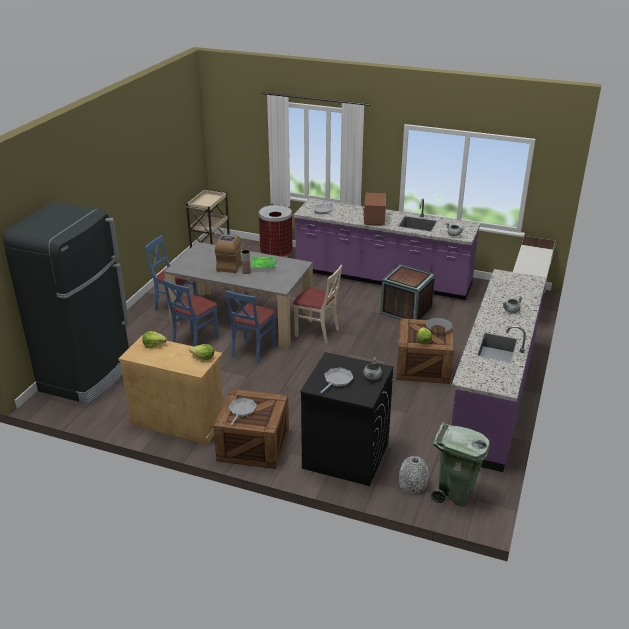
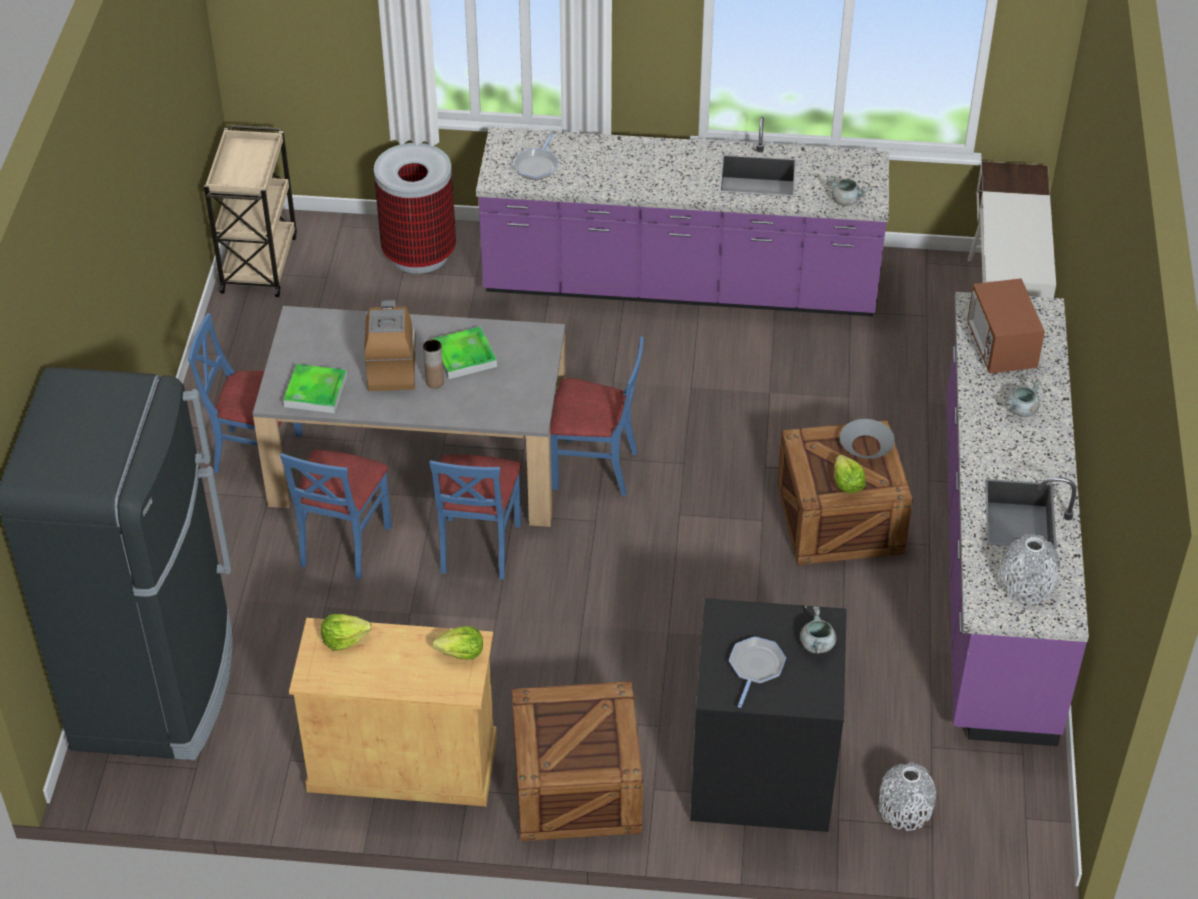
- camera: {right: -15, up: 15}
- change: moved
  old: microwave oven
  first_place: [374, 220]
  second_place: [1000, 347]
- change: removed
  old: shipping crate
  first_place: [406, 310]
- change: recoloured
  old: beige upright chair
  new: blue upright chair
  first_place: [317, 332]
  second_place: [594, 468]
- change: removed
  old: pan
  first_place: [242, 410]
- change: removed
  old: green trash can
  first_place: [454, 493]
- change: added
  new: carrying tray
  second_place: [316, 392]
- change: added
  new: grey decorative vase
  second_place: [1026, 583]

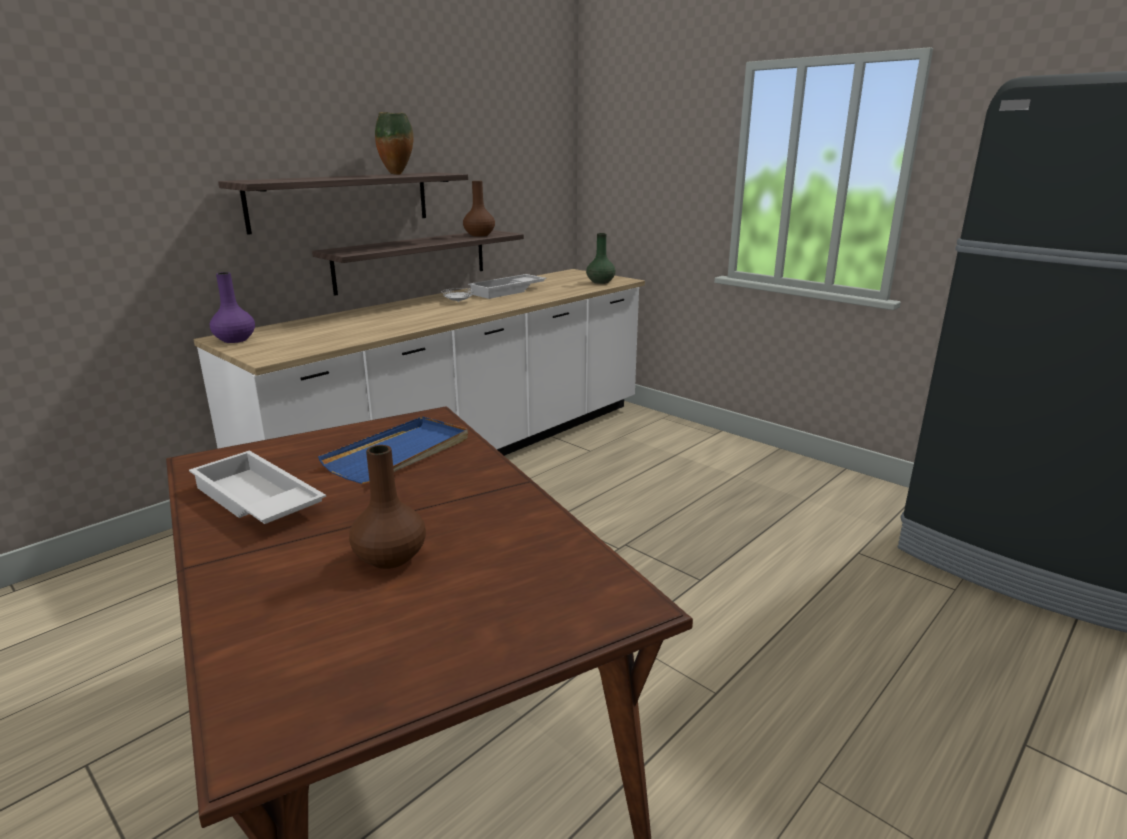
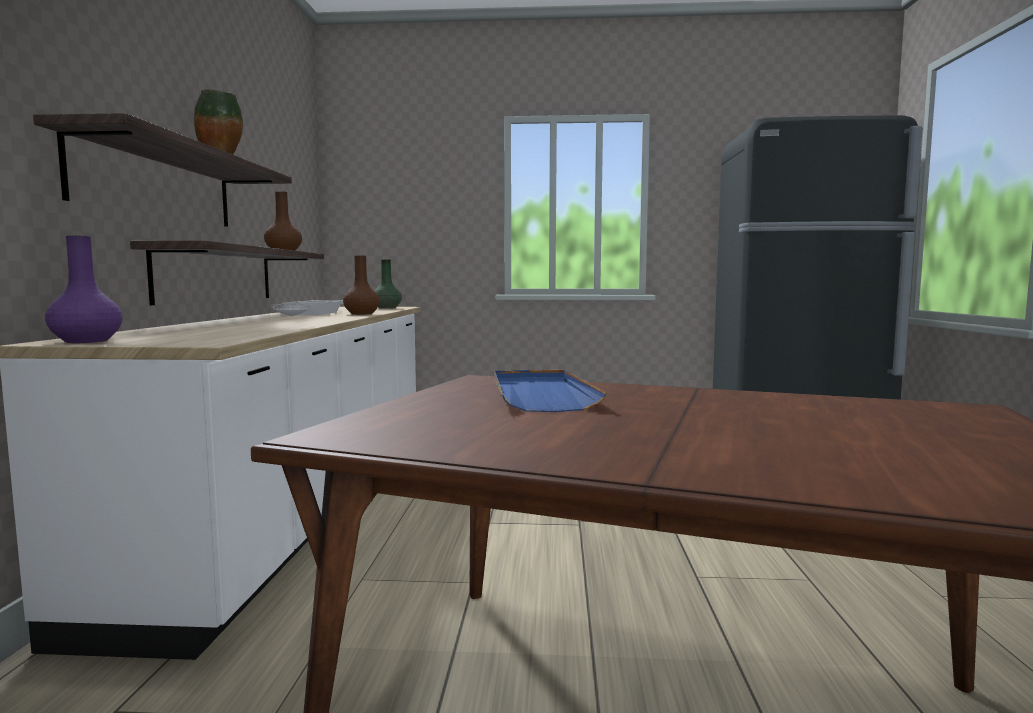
- camera: {right: -40, up: -15}
- change: moved
  old: brownish decorative vase
  first_place: [391, 557]
  second_place: [362, 314]
- change: removed
  old: white carrying tray
  first_place: [255, 501]

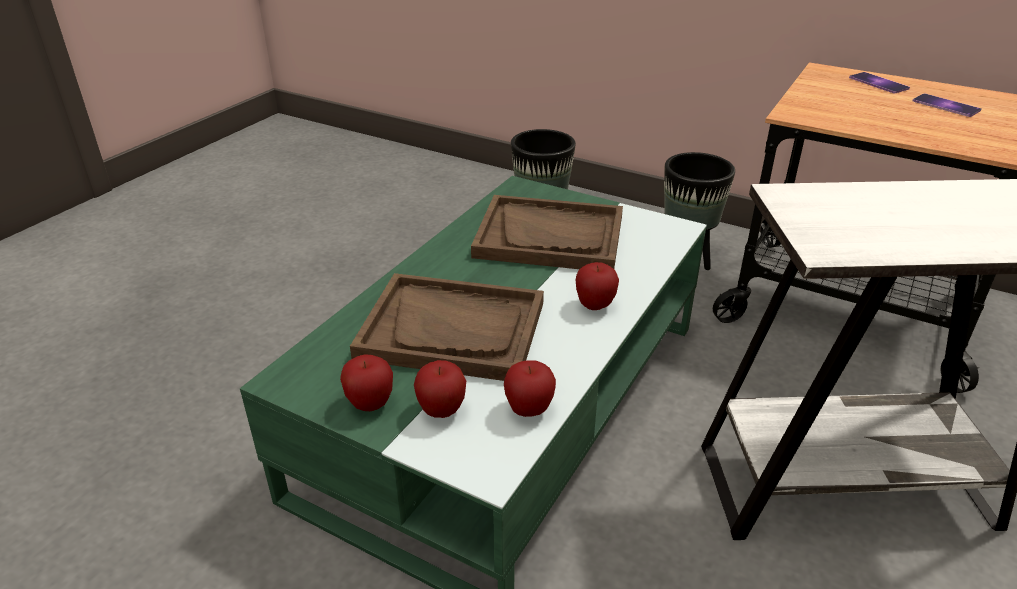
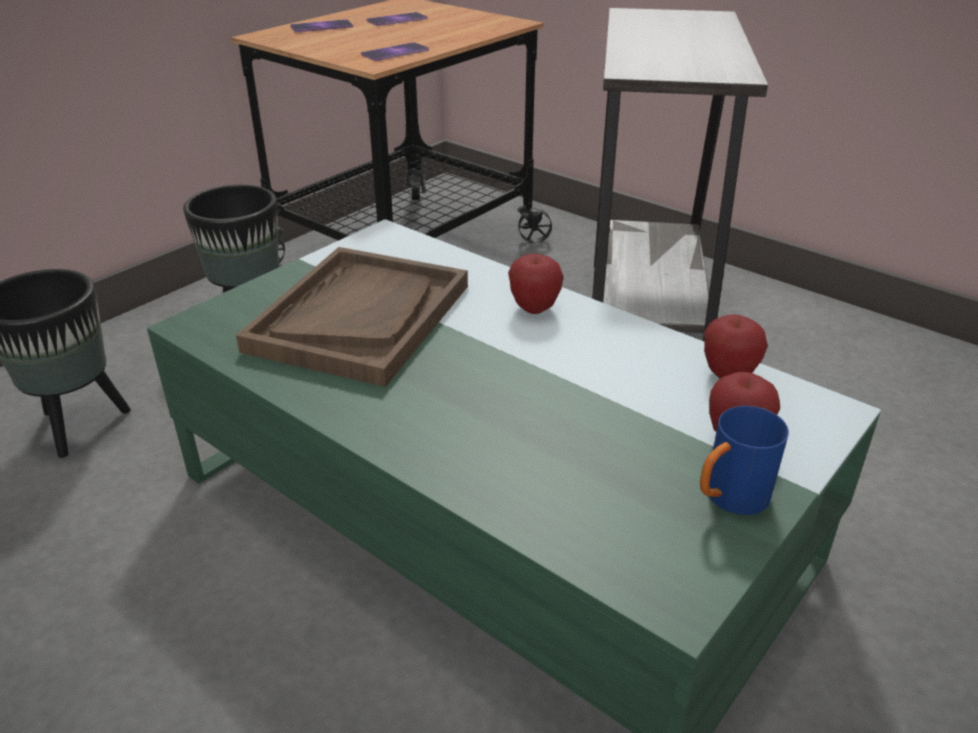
- camera: {right: -80, up: 0}
- change: removed
  old: brownish carrying tray
  first_place: [452, 330]
- change: replaced
  old: whole apple
  new: blue mug
  first_place: [370, 404]
  second_place: [728, 500]
- change: added
  new: telephone
  second_place: [395, 52]

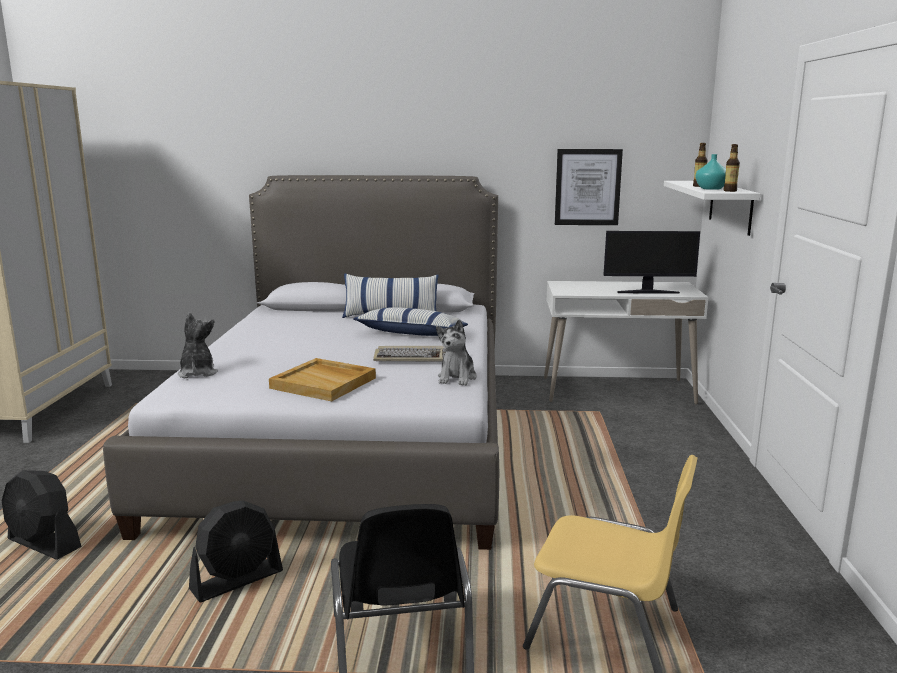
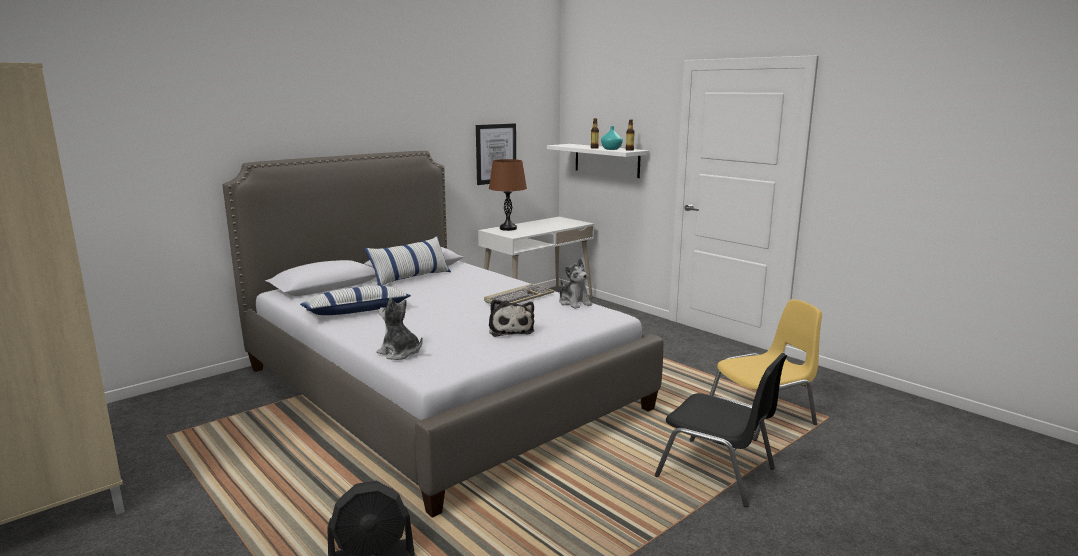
- camera: {right: -45, up: 0}
- change: removed
  old: monitor
  first_place: [647, 292]
- change: moved
  old: cushion
  first_place: [411, 334]
  second_place: [356, 311]
- change: replaced
  old: beige carrying tray
  new: cuddly toy
  first_place: [324, 383]
  second_place: [511, 330]
- change: removed
  old: black-coloured cooling fan
  first_place: [237, 581]
- change: added
  new: brownish tabletop lamp
  second_place: [508, 228]

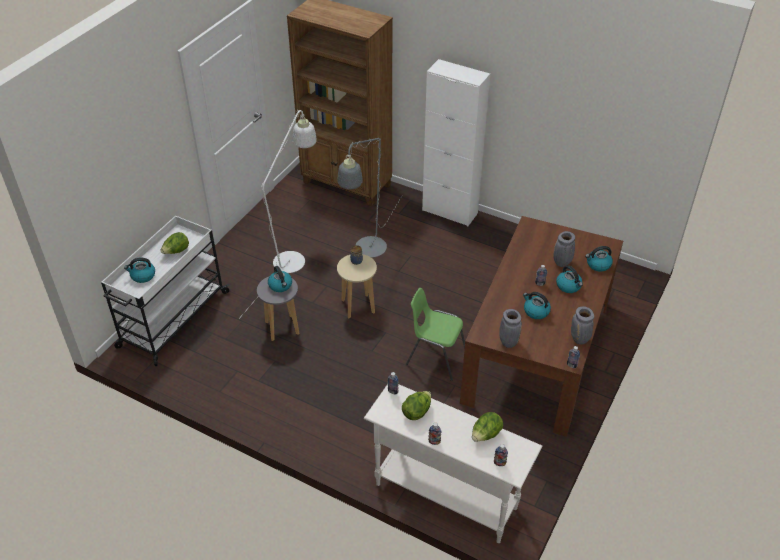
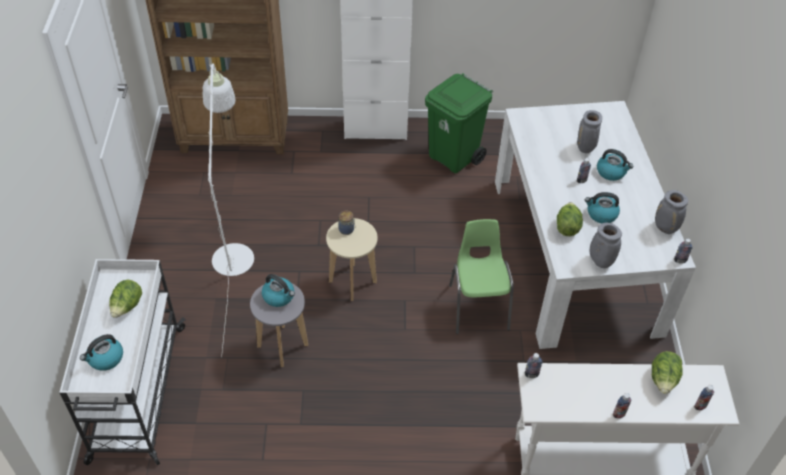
- camera: {right: -30, up: 5}
- change: removed
  old: grey standing lamp
  first_place: [368, 252]
- change: recoloured
  old: brownish kitchen table
  new: white kitchen table
  first_place: [537, 351]
  second_place: [574, 254]
- change: removed
  old: tea kettle
  first_place: [598, 265]
- change: turned
  old: green upright chair
  first_place: [435, 357]
  second_place: [478, 306]
  degrees: 90
- change: moved
  old: lettuce head
  first_place: [417, 412]
  second_place: [567, 227]
- change: added
  new: green trash can
  second_place: [454, 157]

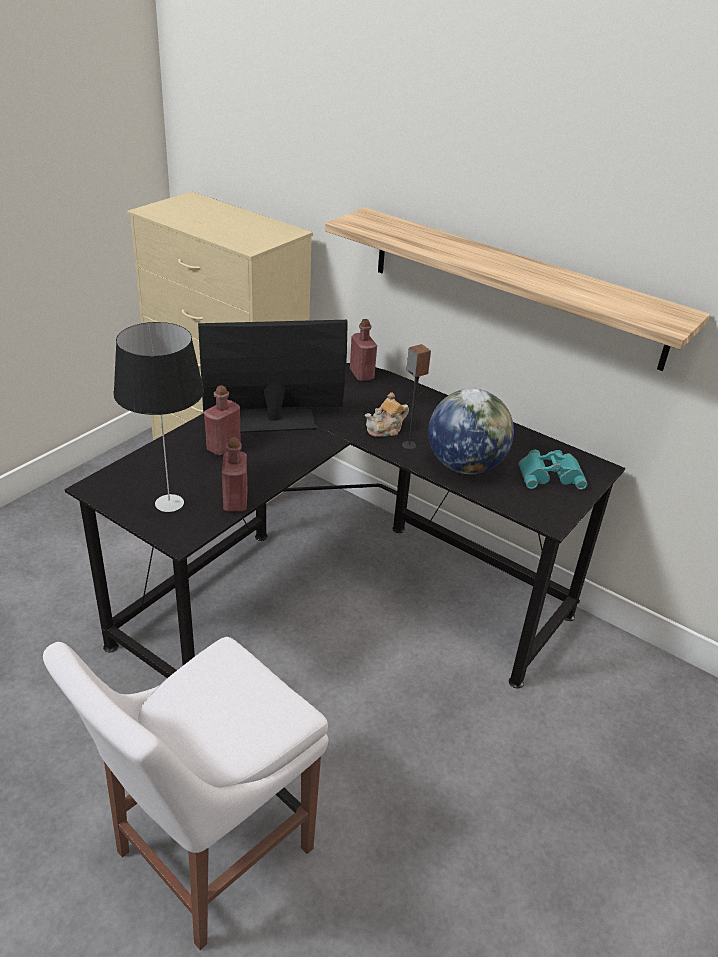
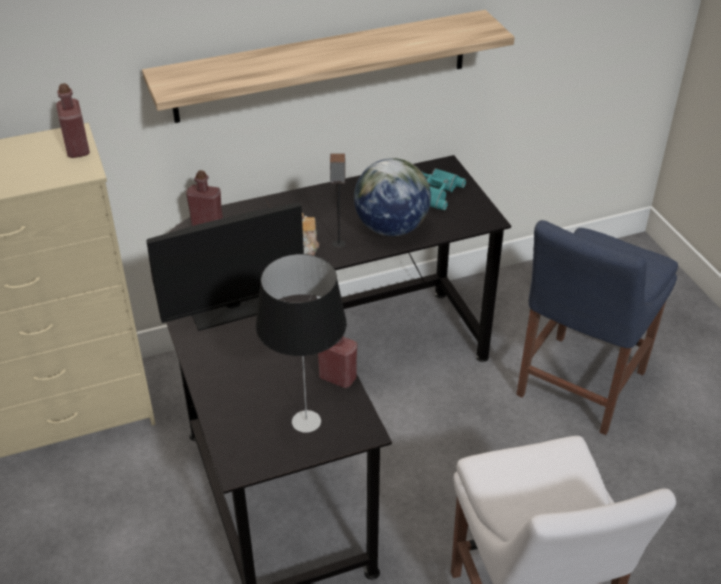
- camera: {right: -55, up: 5}
- change: turned
  old: monitor
  first_place: [274, 421]
  second_place: [233, 308]
  degrees: -135
- change: moved
  old: red-coloured beverage bottle
  first_place: [223, 447]
  second_place: [77, 149]
- change: added
  new: blue upright chair
  second_place: [577, 387]

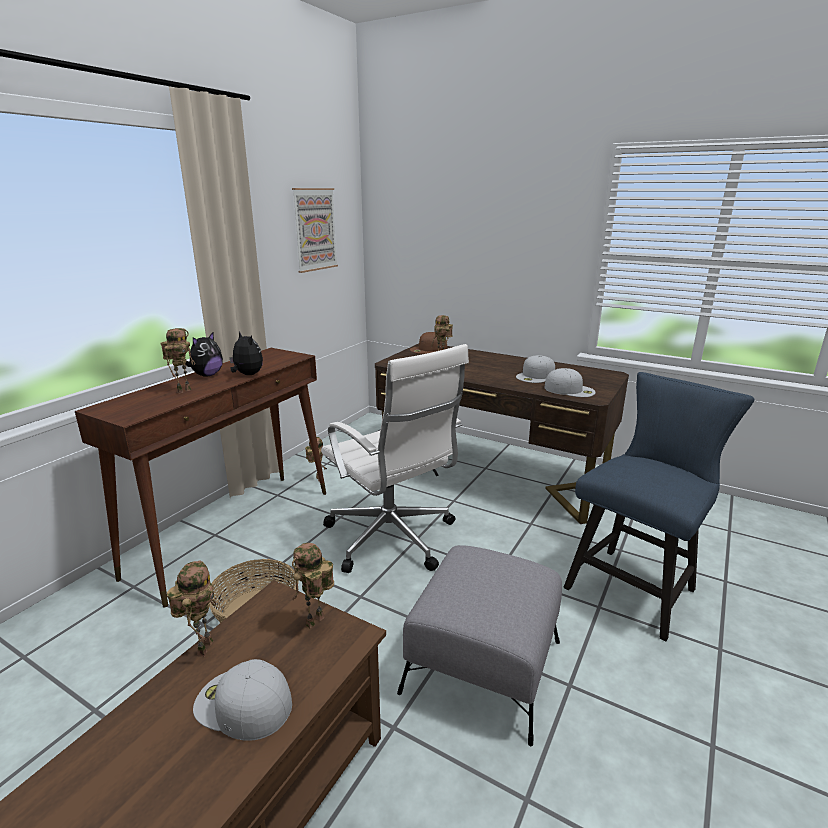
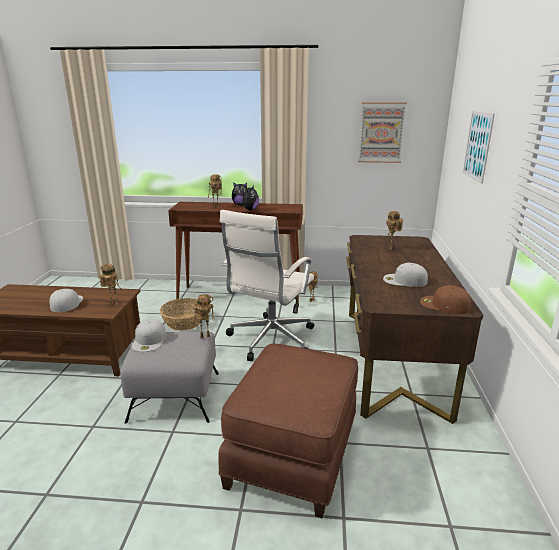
- camera: {right: 65, up: 0}
- change: moved
  old: brownish cap
  first_place: [428, 349]
  second_place: [444, 305]
- change: moved
  old: white cap
  first_place: [570, 390]
  second_place: [149, 340]
- change: replaced
  old: blue upright chair
  new: brownish ottoman
  first_place: [636, 585]
  second_place: [294, 455]
- change: moved
  old: toy robot
  first_place: [203, 646]
  second_place: [205, 336]
- change: added
  new: wall picture
  second_place: [477, 146]

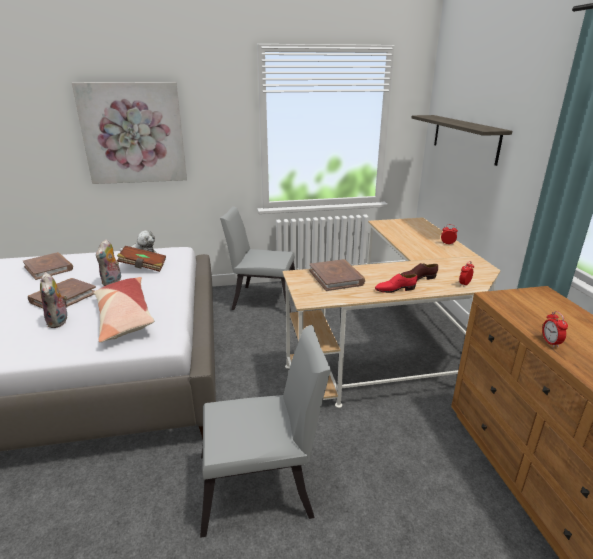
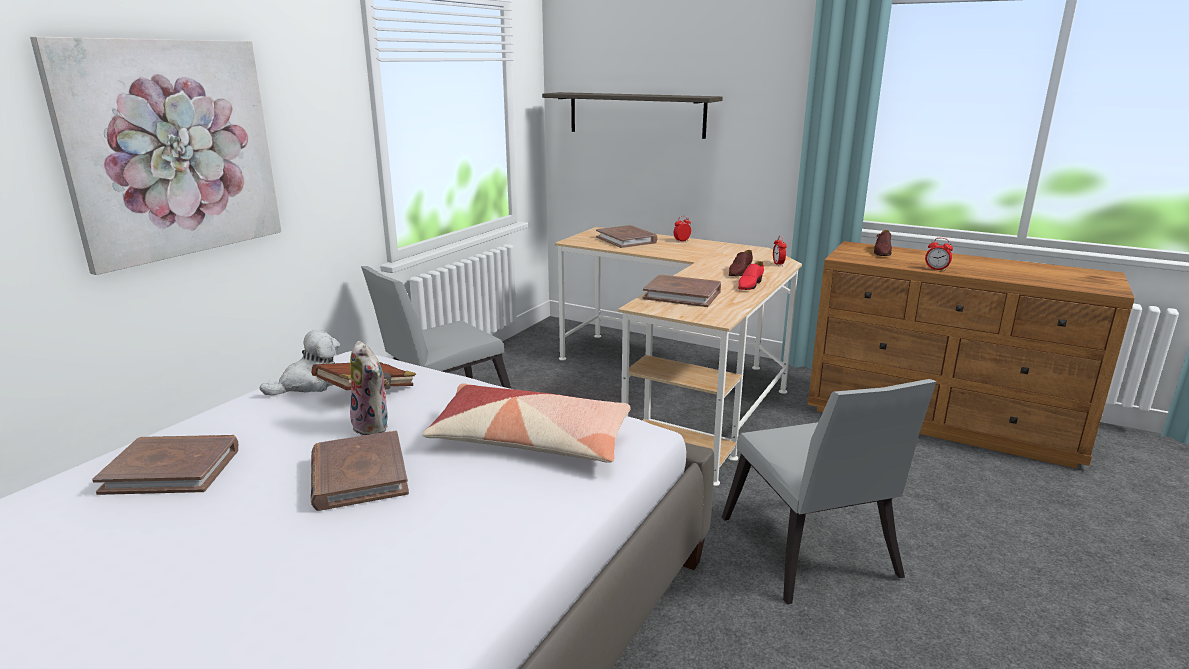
- camera: {right: -50, up: -5}
- change: removed
  old: cuddly toy
  first_place: [59, 321]
- change: turned
  old: grey upright chair
  first_place: [263, 485]
  second_place: [811, 554]
  degrees: 135
- change: added
  new: brownish volume
  second_place: [626, 240]
- change: added
  new: brownish shoe
  second_place: [882, 252]

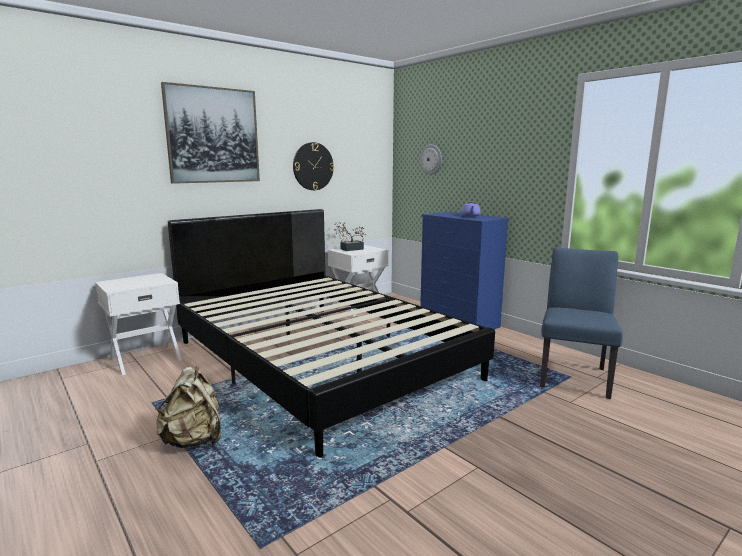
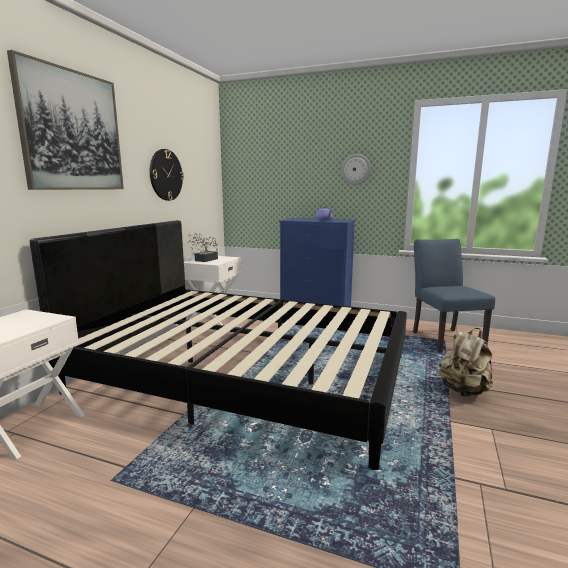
- camera: {right: -30, up: 0}
- change: moved
  old: clock on the wall
  first_place: [431, 159]
  second_place: [356, 169]
- change: moved
  old: beige knapsack
  first_place: [193, 441]
  second_place: [464, 391]

